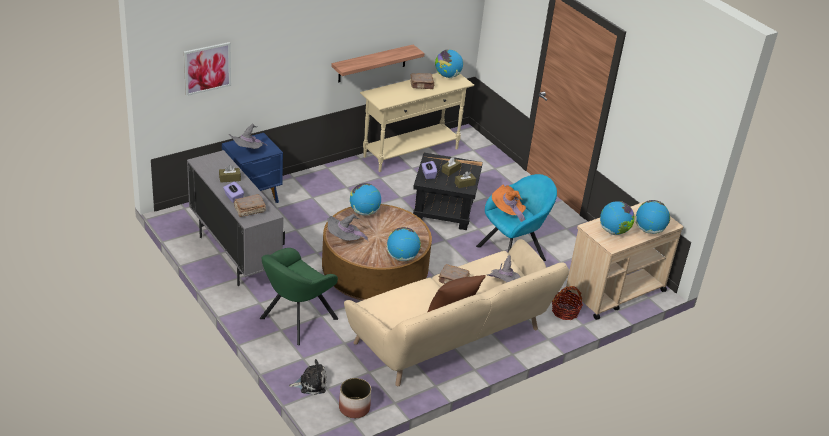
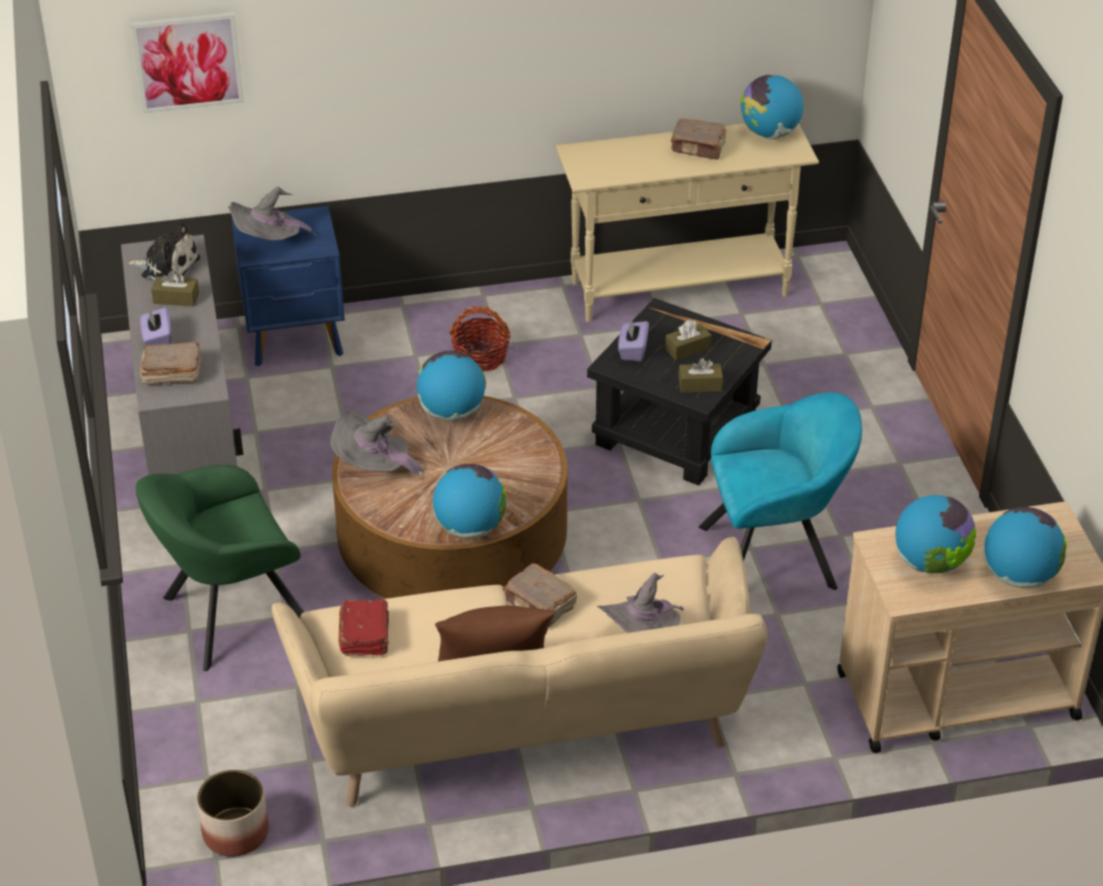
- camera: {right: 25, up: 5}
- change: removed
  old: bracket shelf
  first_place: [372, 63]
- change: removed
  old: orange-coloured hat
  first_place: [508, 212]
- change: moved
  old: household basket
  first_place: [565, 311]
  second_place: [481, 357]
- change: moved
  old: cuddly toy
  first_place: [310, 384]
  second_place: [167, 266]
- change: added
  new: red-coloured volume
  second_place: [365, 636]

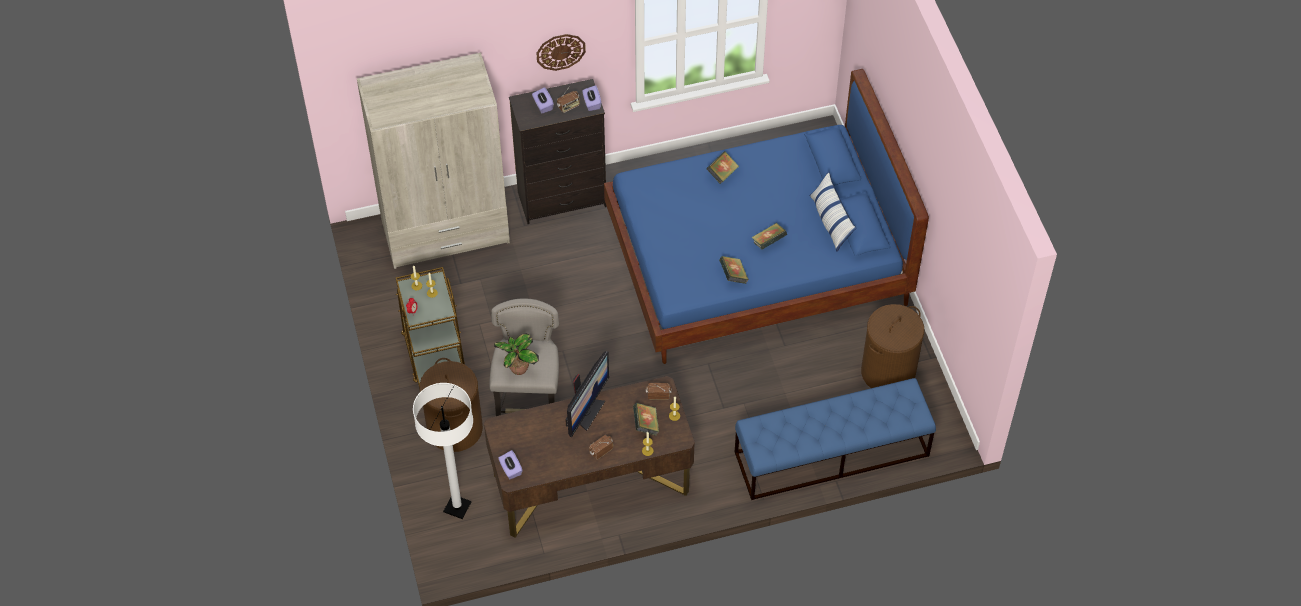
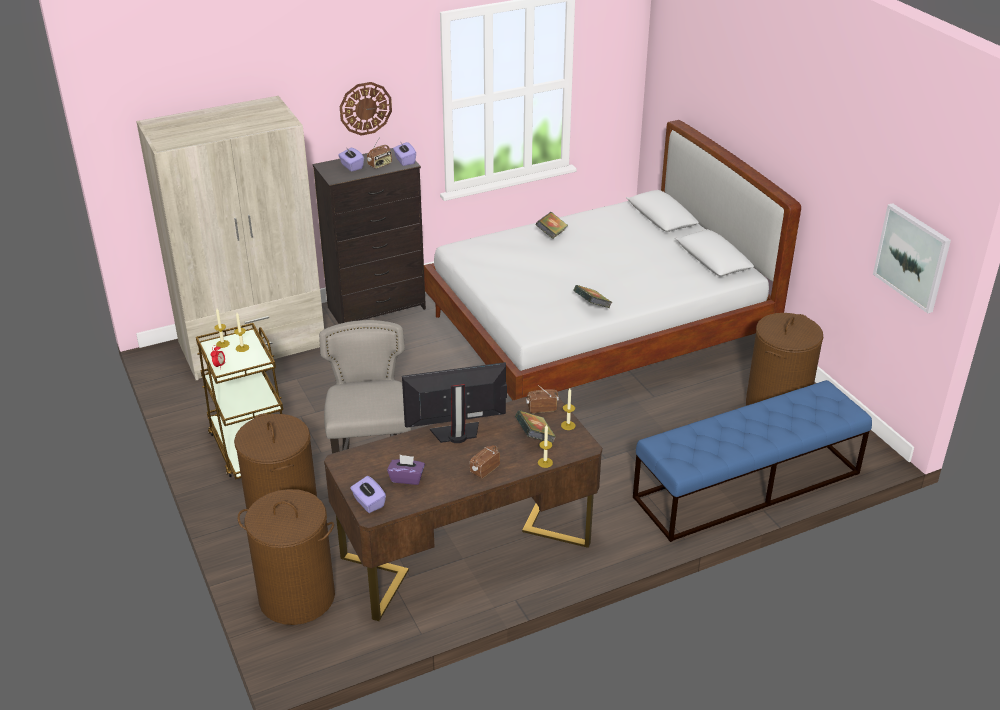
- camera: {right: -10, up: -20}
- change: recoloured
  old: blue bed
  new: white bed
  first_place: [757, 263]
  second_place: [598, 335]
- change: removed
  old: cushion
  first_place: [830, 221]
- change: removed
  old: volume
  first_place: [768, 242]
- change: removed
  old: potted plant
  first_place: [518, 369]
- change: turned
  old: monitor
  first_place: [587, 412]
  second_place: [456, 434]
  degrees: -120
- change: replaced
  old: white standing lamp
  new: brownish laundry basket
  first_place: [457, 507]
  second_place: [296, 597]
- change: added
  new: wall picture
  second_place: [912, 257]
- change: added
  new: purple tissue box
  second_place: [407, 478]

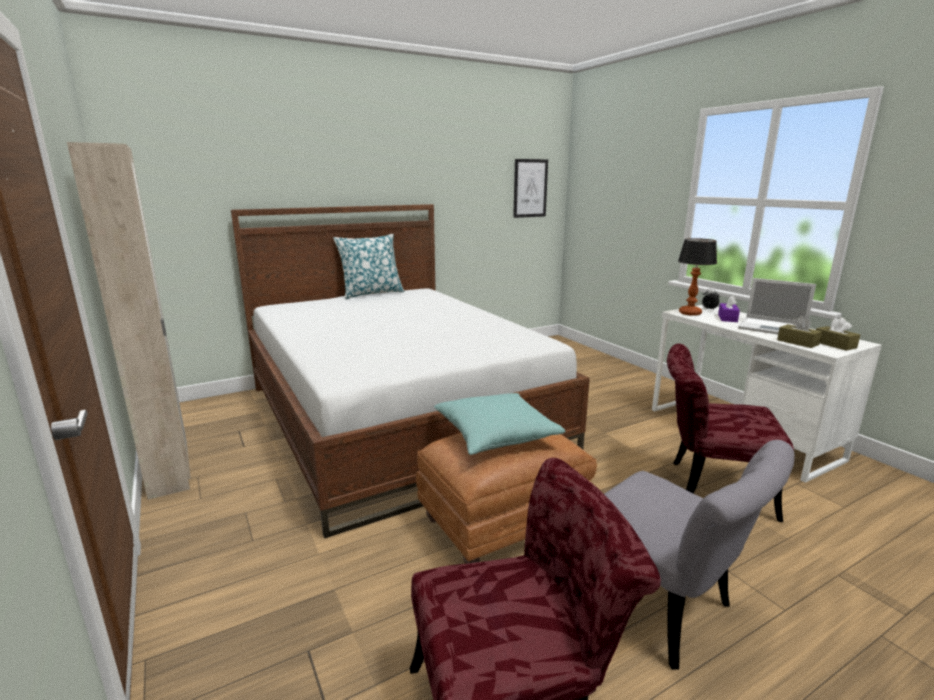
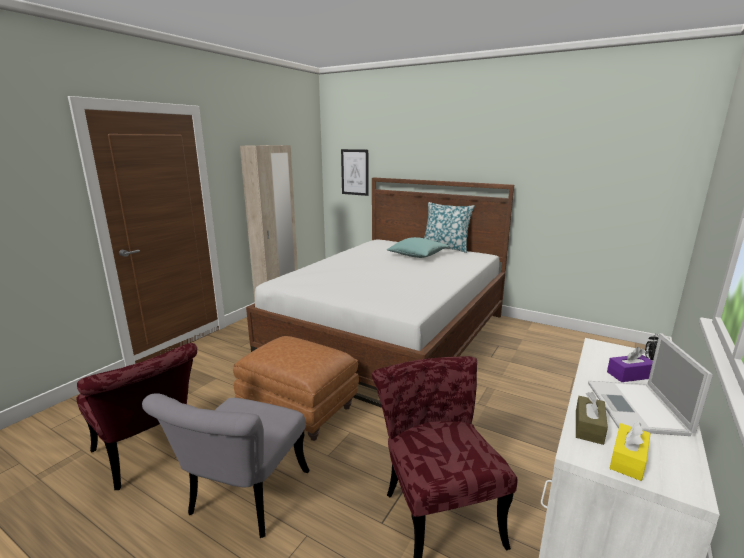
- camera: {right: 60, up: 0}
- change: moved
  old: wall picture
  first_place: [530, 188]
  second_place: [355, 172]
- change: removed
  old: tabletop lamp
  first_place: [689, 313]
- change: recoloured
  old: brownish tissue box
  new: yellow-coloured tissue box
  first_place: [834, 344]
  second_place: [628, 459]
- change: moved
  old: turquoise-coloured cushion
  first_place: [496, 435]
  second_place: [418, 255]

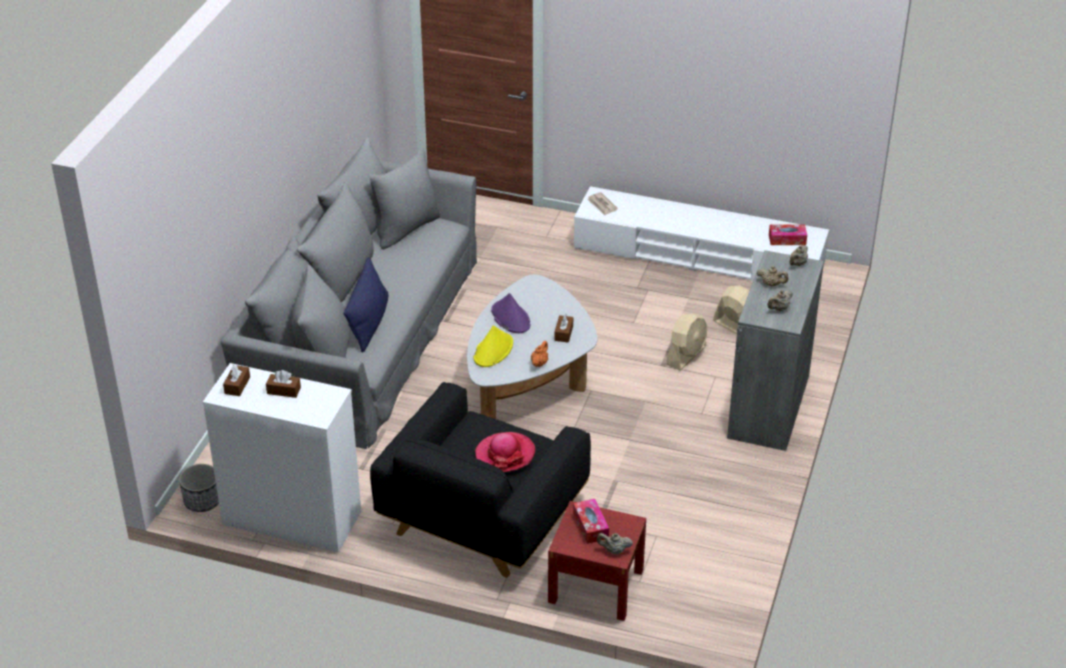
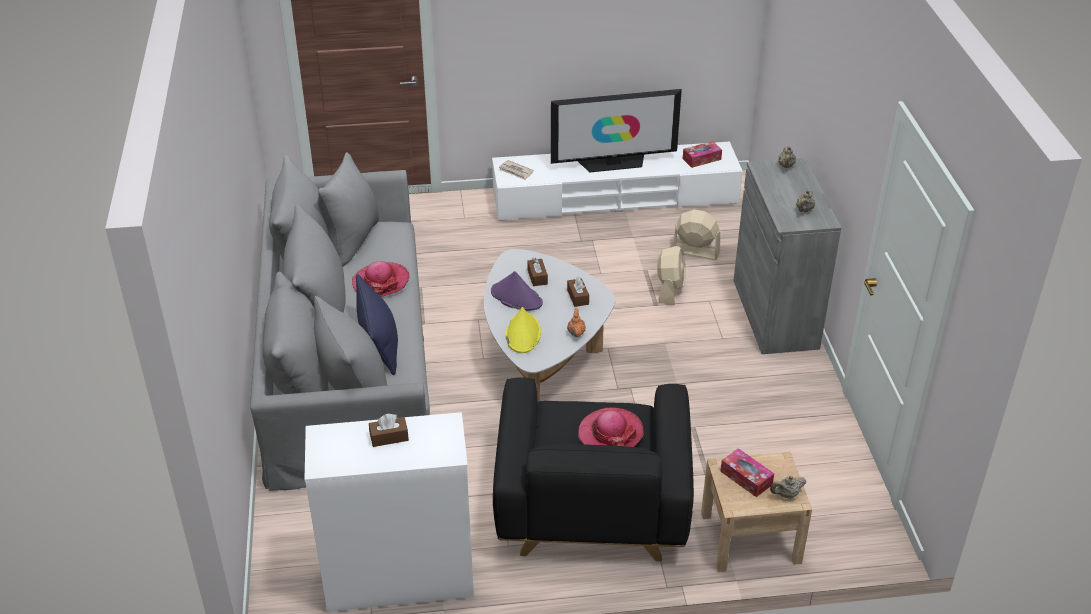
- camera: {right: -25, up: 0}
- change: removed
  old: beige pot for tea
  first_place: [771, 284]
- change: moved
  old: brownish tissue box
  first_place: [237, 385]
  second_place: [537, 277]
- change: removed
  old: flower pot
  first_place: [203, 501]
- change: recoloured
  old: red-coloured nightstand
  new: beige nightstand
  first_place: [596, 586]
  second_place: [750, 538]
- change: added
  new: television
  second_place: [613, 163]
- change: added
  new: hat
  second_place: [381, 282]

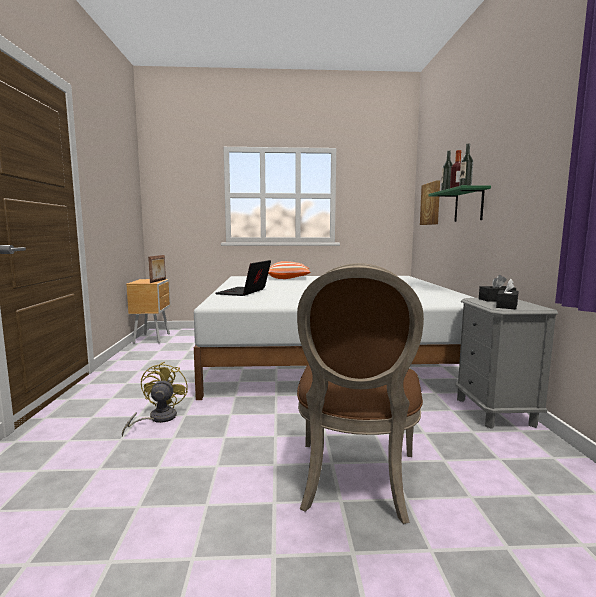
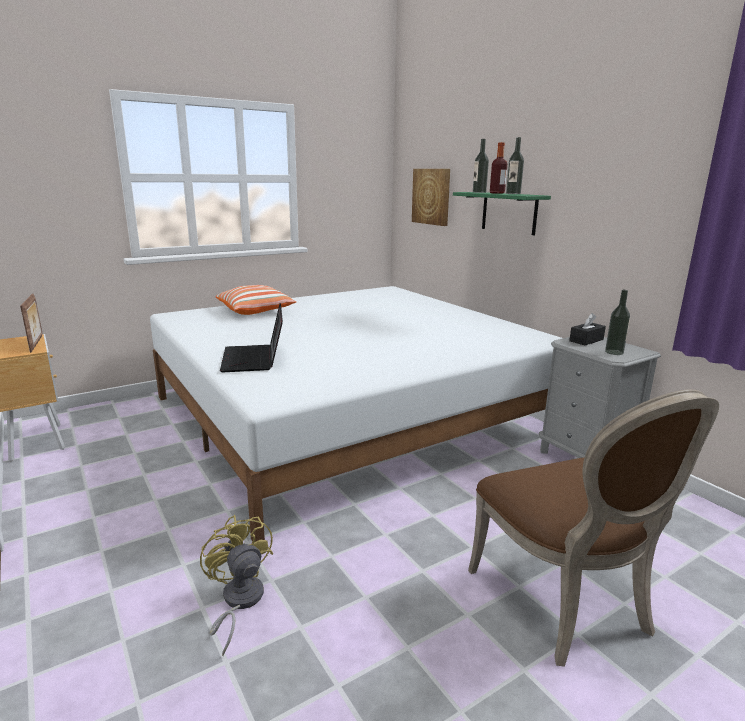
- camera: {right: -30, up: 10}
- change: replaced
  old: black-coloured tissue box
  new: beverage bottle
  first_place: [506, 306]
  second_place: [614, 352]

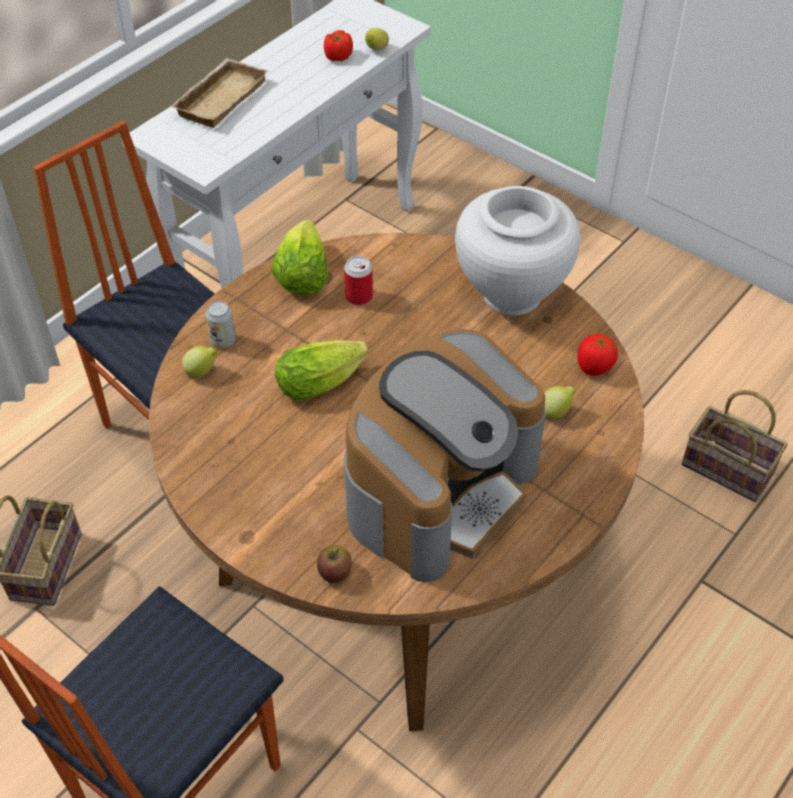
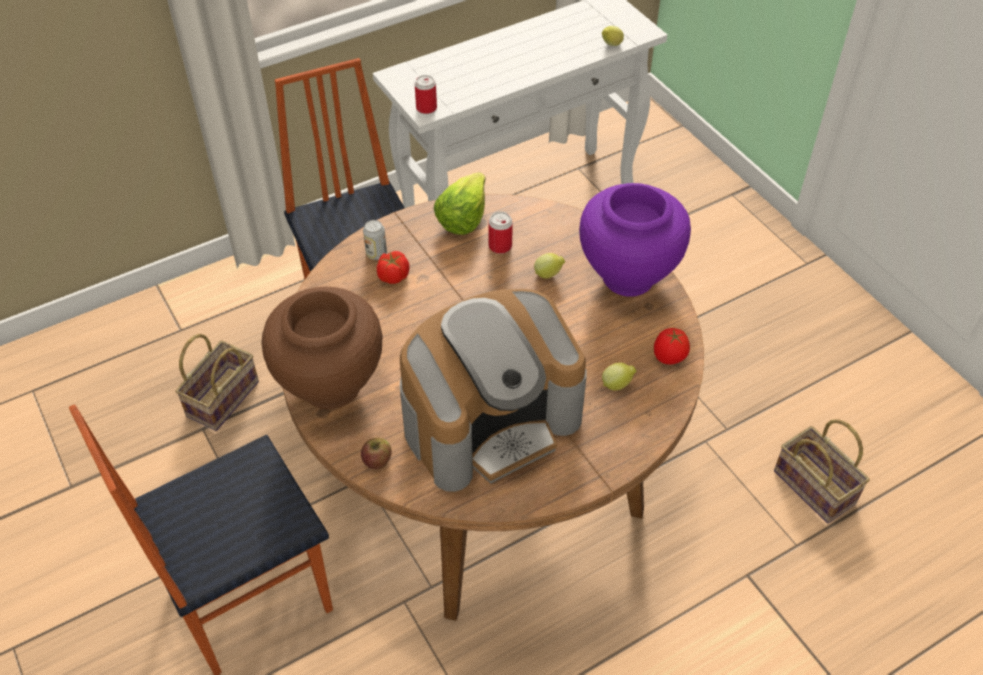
- camera: {right: 20, up: 0}
- change: moved
  old: fresh tomato
  first_place: [338, 56]
  second_place: [393, 276]
- change: removed
  old: beige carrying tray
  first_place: [219, 97]
- change: recoloured
  old: white decorative vase
  new: purple decorative vase
  first_place: [512, 294]
  second_place: [628, 277]
- change: removed
  old: lettuce head
  first_place: [324, 380]
- change: moved
  old: citrus fruit
  first_place: [202, 371]
  second_place: [549, 274]
- change: added
  new: sealed can
  second_place: [426, 108]
- change: added
  new: brownish decorative vase
  second_place: [330, 386]

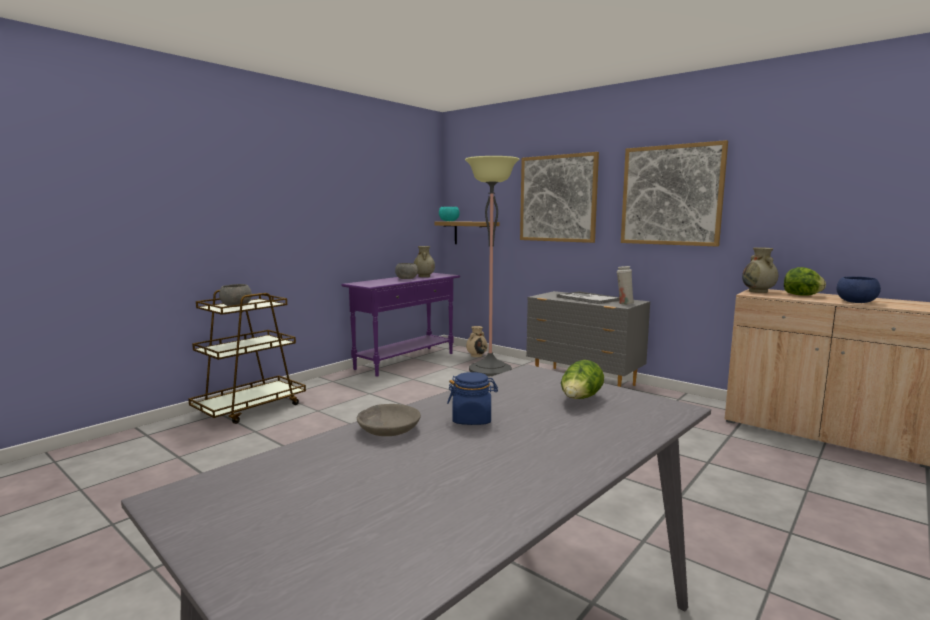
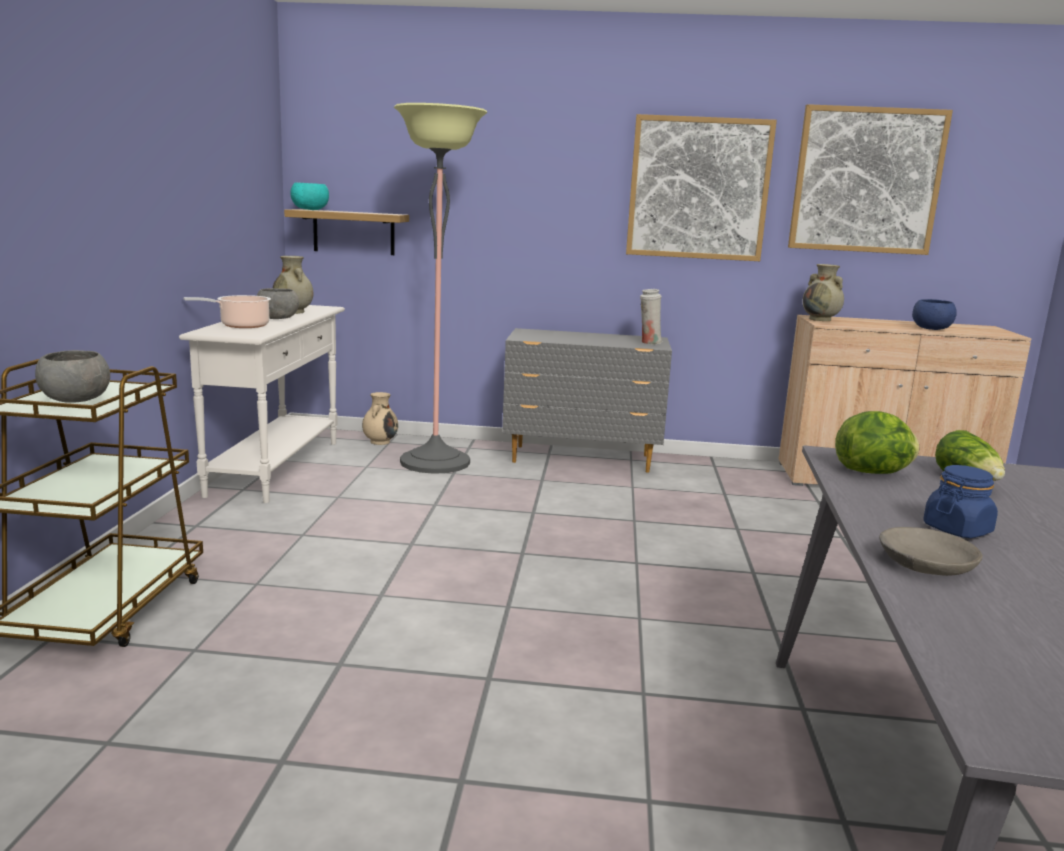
- camera: {right: -35, up: 5}
- change: moved
  old: wall picture
  first_place: [558, 198]
  second_place: [866, 180]
- change: moved
  old: lettuce head
  first_place: [802, 295]
  second_place: [873, 472]
- change: recoloured
  old: purple console table
  new: white console table
  first_place: [406, 361]
  second_place: [276, 467]
- change: removed
  old: carrying tray
  first_place: [587, 298]
- change: added
  new: stockpot
  second_place: [241, 326]

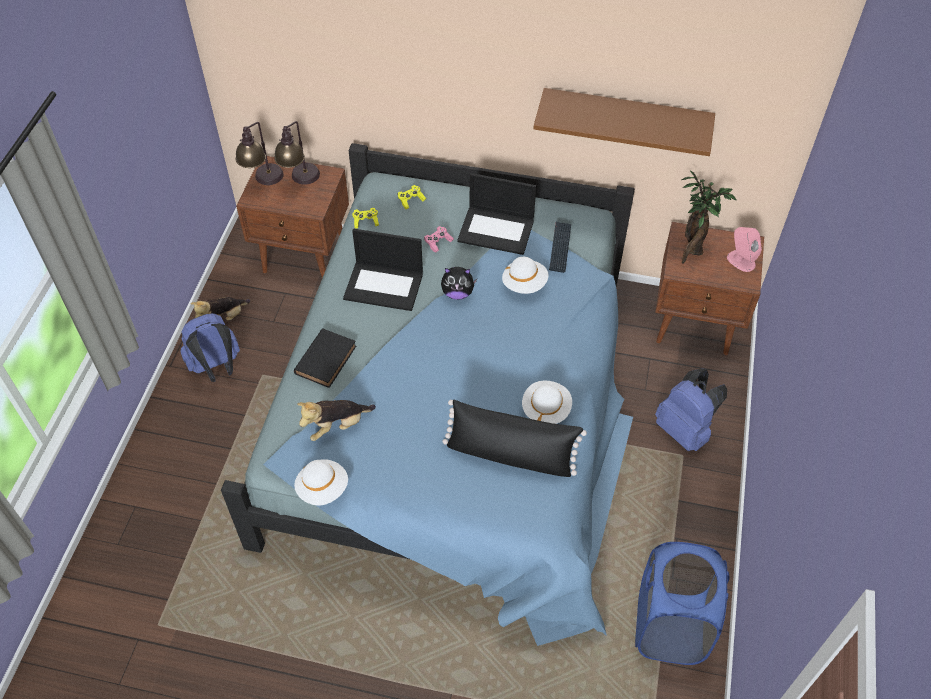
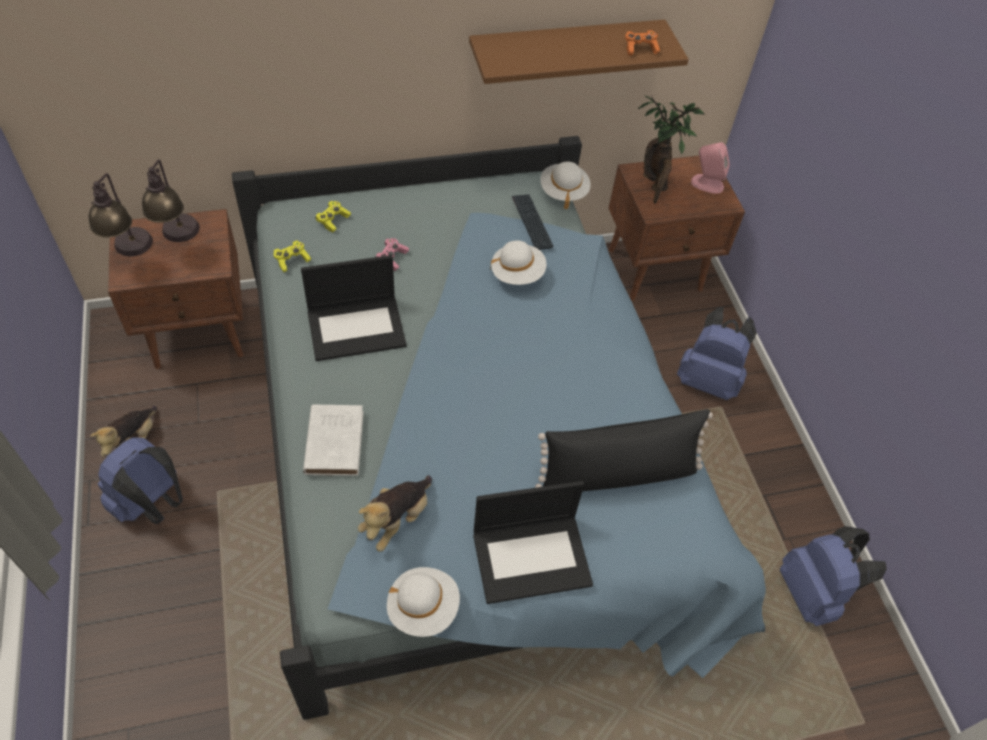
- camera: {right: -30, up: 0}
- change: moved
  old: laptop
  first_place: [497, 230]
  second_place: [532, 557]
- change: removed
  old: cuddly toy
  first_place: [457, 293]
- change: recoloured
  old: black-coloured volume
  new: white volume
  first_place: [326, 359]
  second_place: [334, 440]
- change: moved
  old: white hat
  first_place: [546, 409]
  second_place: [563, 191]
- change: replaced
  old: blue laundry basket
  new: blue knapsack
  first_place: [669, 627]
  second_place: [812, 593]
- change: added
  new: orange-coloured joypad
  second_place: [640, 48]

